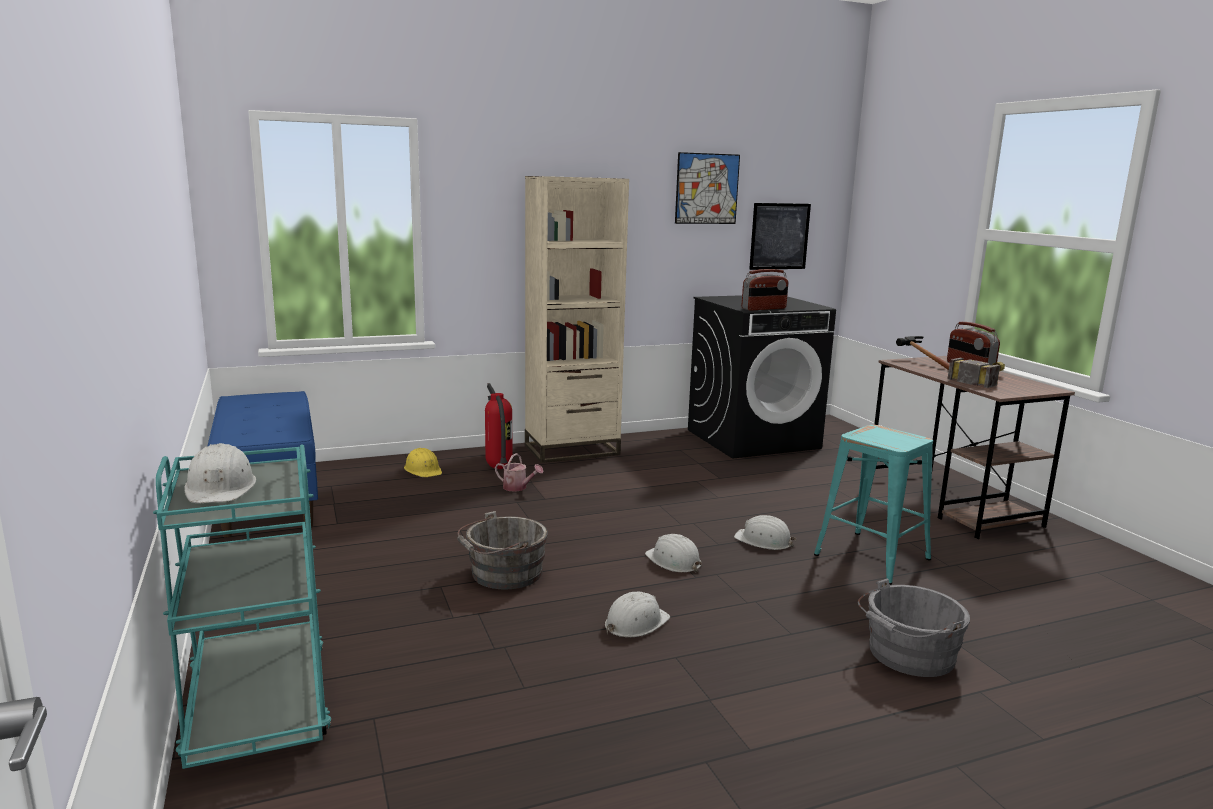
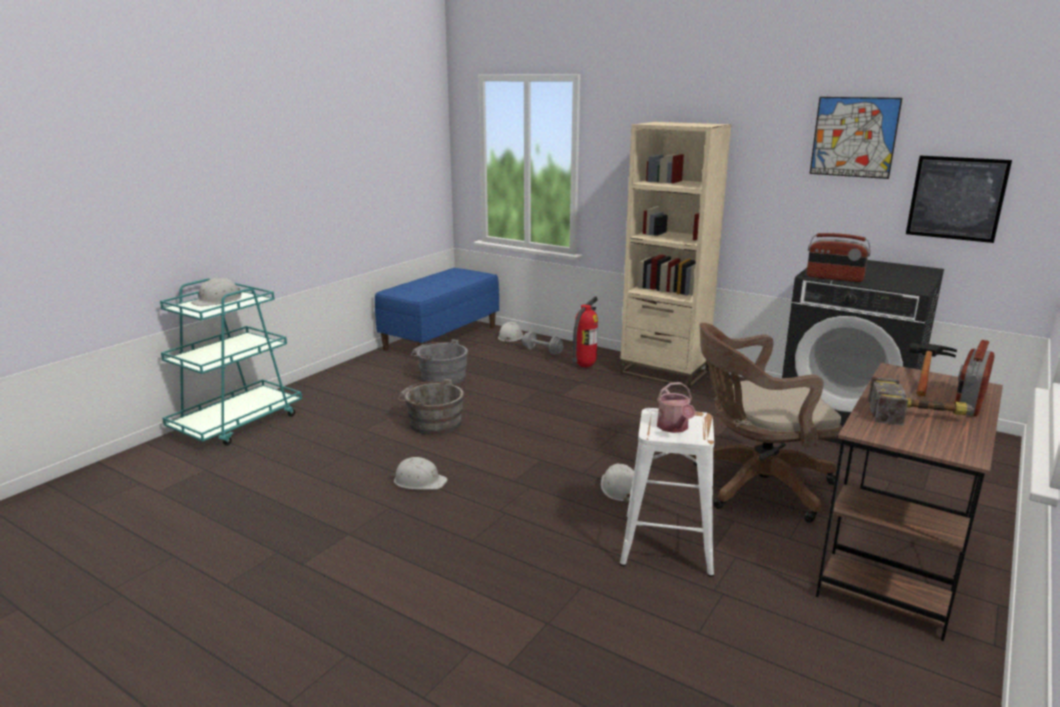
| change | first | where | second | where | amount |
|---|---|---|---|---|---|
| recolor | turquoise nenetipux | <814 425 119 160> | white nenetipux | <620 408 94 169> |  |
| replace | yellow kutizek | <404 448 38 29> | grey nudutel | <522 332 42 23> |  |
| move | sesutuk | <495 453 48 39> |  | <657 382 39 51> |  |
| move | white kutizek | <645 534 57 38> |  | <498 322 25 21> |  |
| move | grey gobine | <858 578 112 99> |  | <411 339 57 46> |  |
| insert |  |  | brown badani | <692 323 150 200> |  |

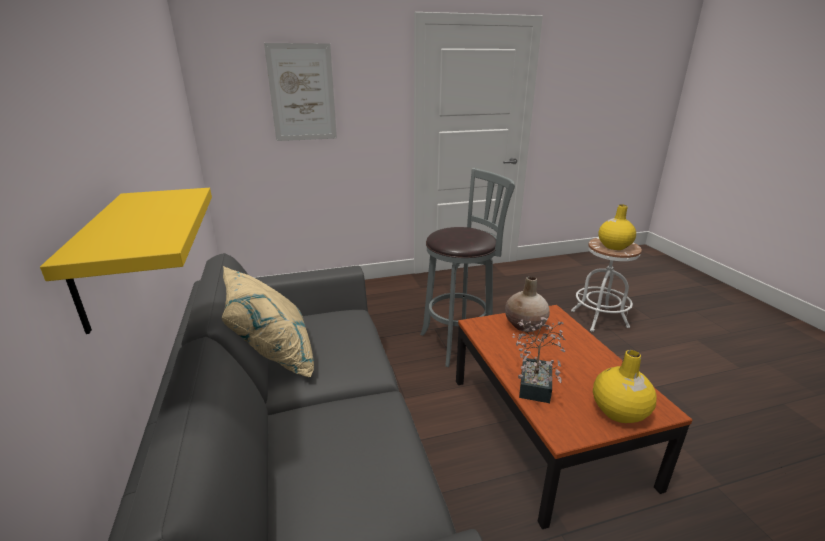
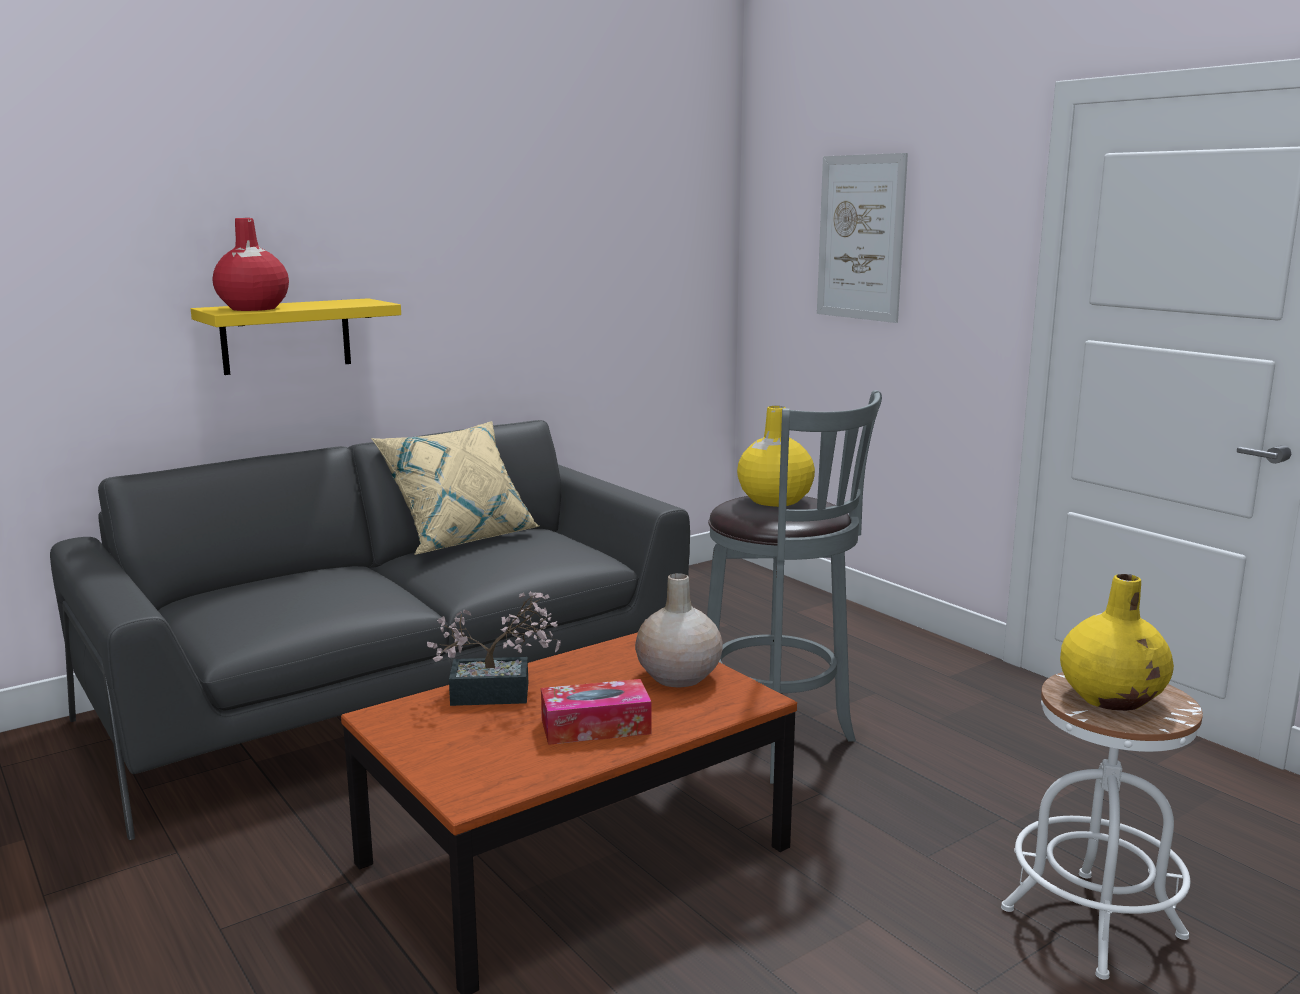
| change | first | where | second | where | amount |
|---|---|---|---|---|---|
| move | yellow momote | <593 350 64 73> |  | <737 406 78 101> |  |
| insert |  |  | red momote | <212 218 77 93> |  |
| insert |  |  | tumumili | <541 679 111 66> |  |

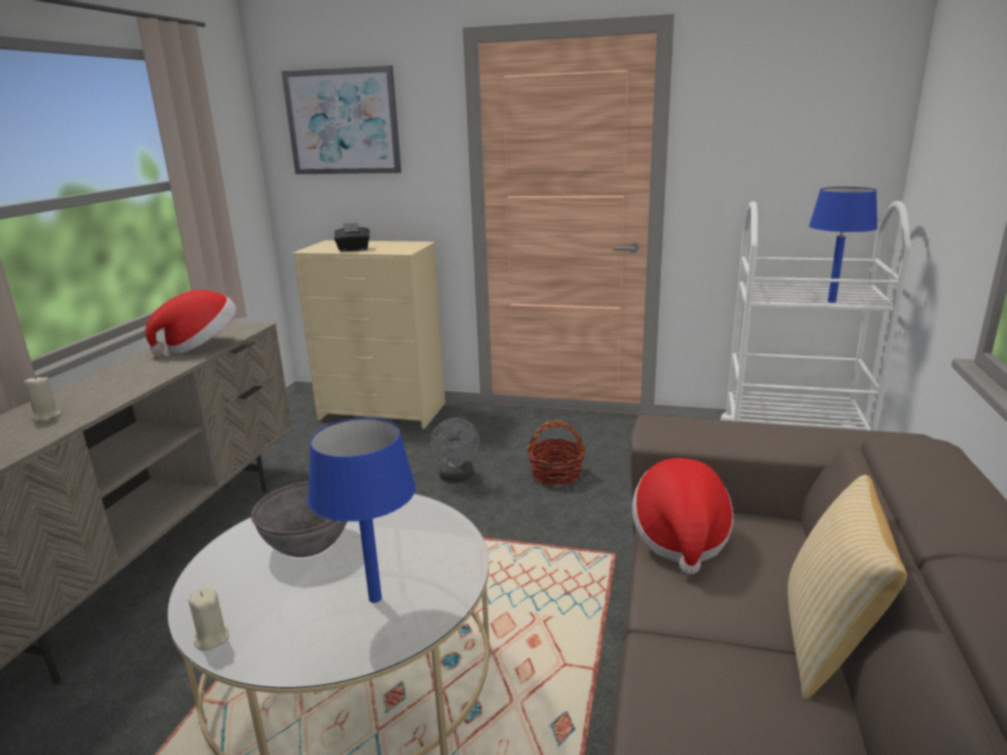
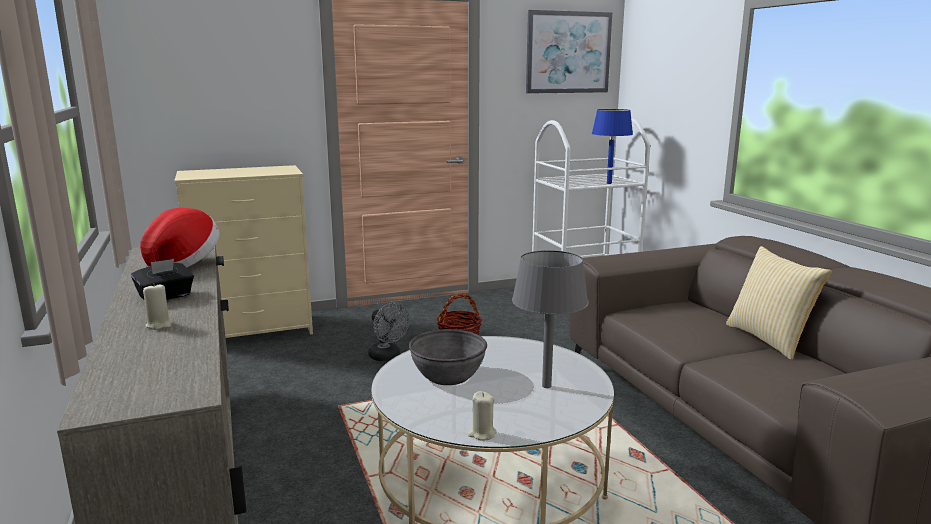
| change | first | where | second | where | amount |
|---|---|---|---|---|---|
| move | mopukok | <281 65 120 109> |  | <526 10 86 84> |  |
| move | black tumumili | <334 223 36 28> |  | <131 259 63 41> |  |
| recolor | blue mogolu | <307 418 109 185> | grey mogolu | <512 250 77 138> |  |
| delete | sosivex | <632 458 101 117> |  |  |  |

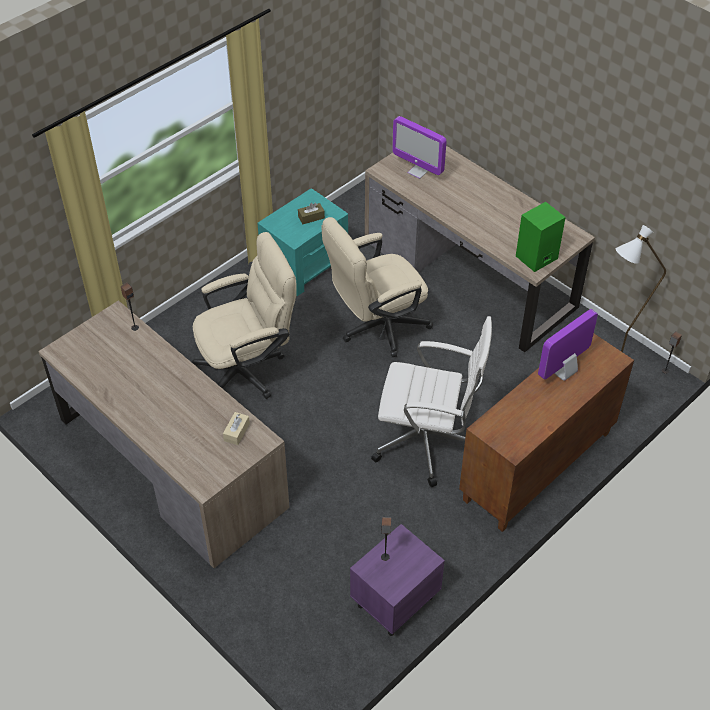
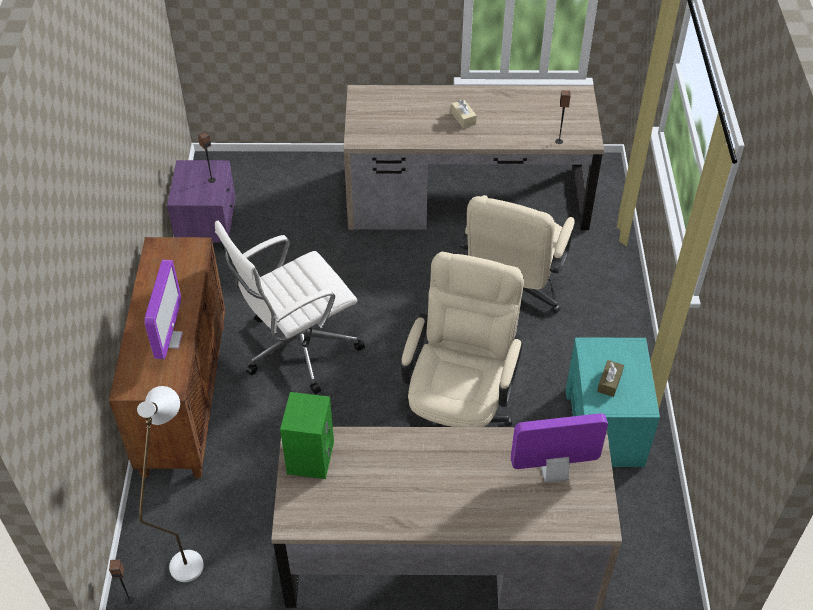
| change | first | where | second | where | amount |
|---|---|---|---|---|---|
| move | beige tumumili | <223 412 27 33> |  | <451 100 26 28> |  |

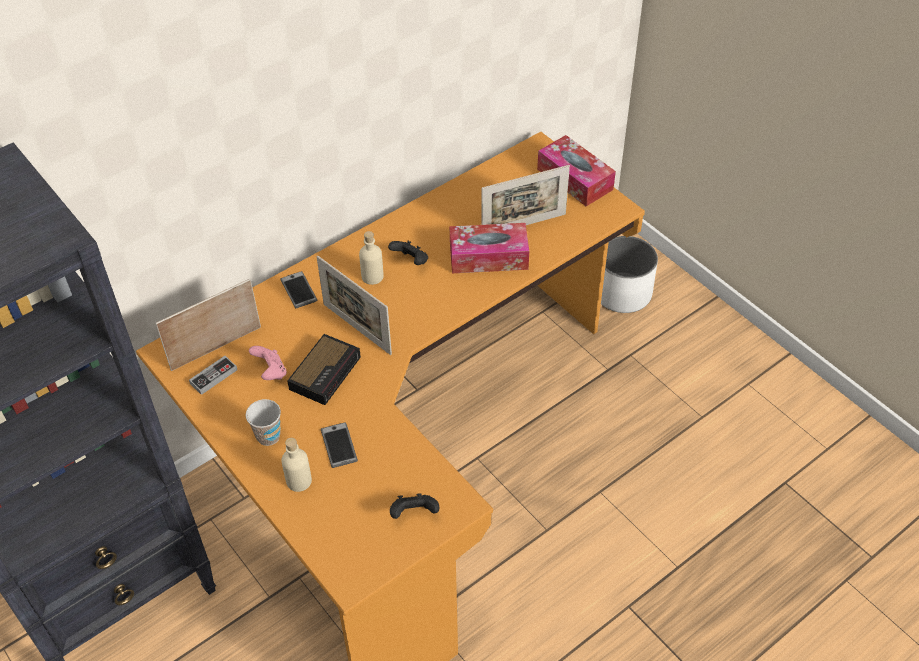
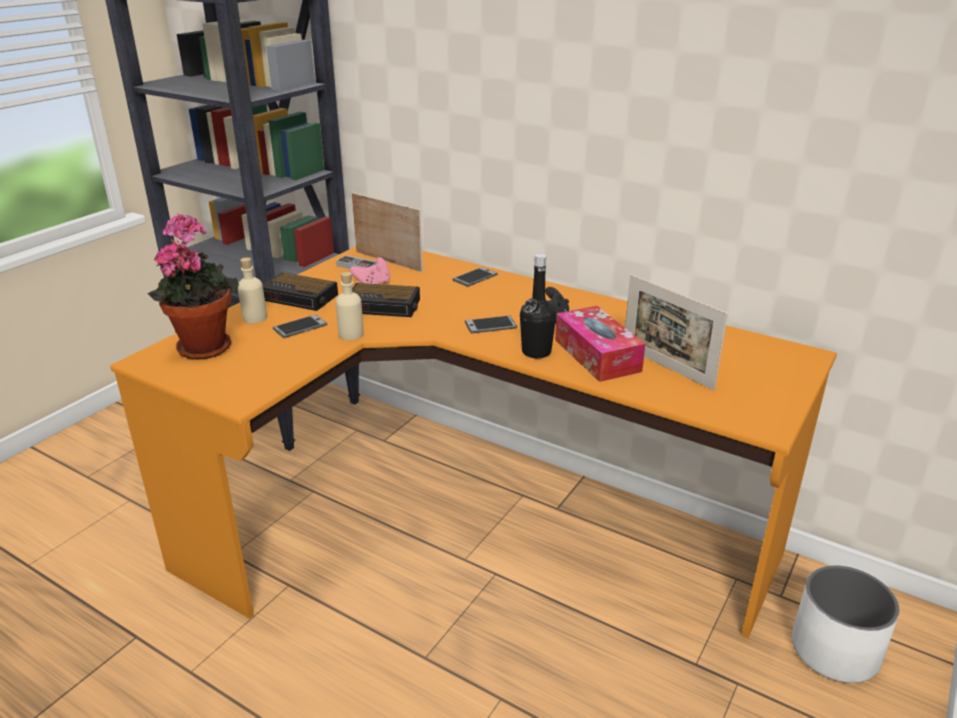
| change | first | where | second | where | amount |
|---|---|---|---|---|---|
| delete | tumumili | <537 135 79 71> |  |  |  |
| move | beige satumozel | <359 231 25 54> |  | <336 272 28 68> |  |
| delete | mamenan | <317 256 75 99> |  |  |  |
| replace | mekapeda | <246 399 35 47> | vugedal | <263 272 75 39> |  |
| delete | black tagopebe | <390 493 50 26> |  |  |  |
| insert |  |  | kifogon | <147 214 92 146> |  |
| insert |  |  | black satumozel | <520 254 36 105> |  |
| insert |  |  | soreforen | <465 315 52 19> |  |

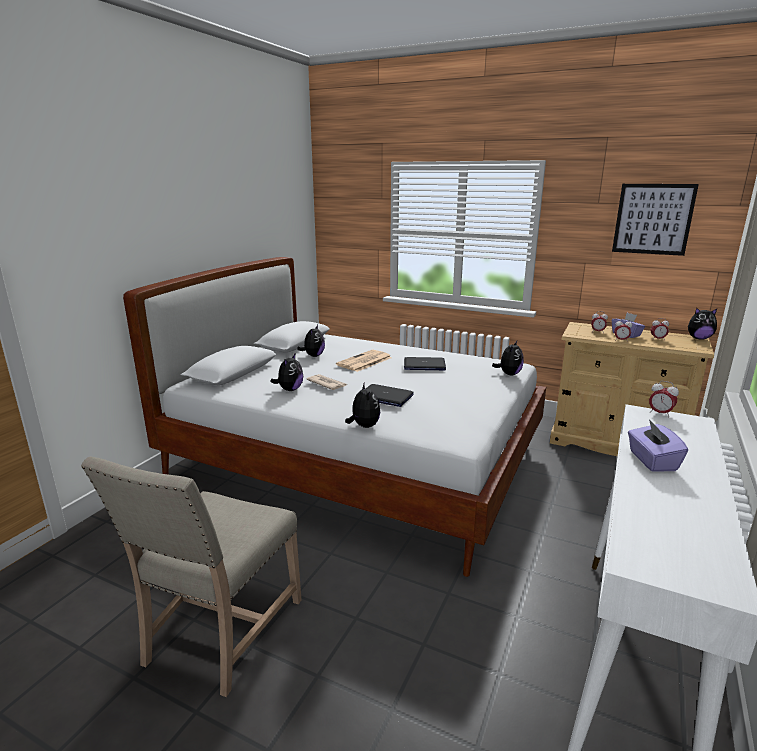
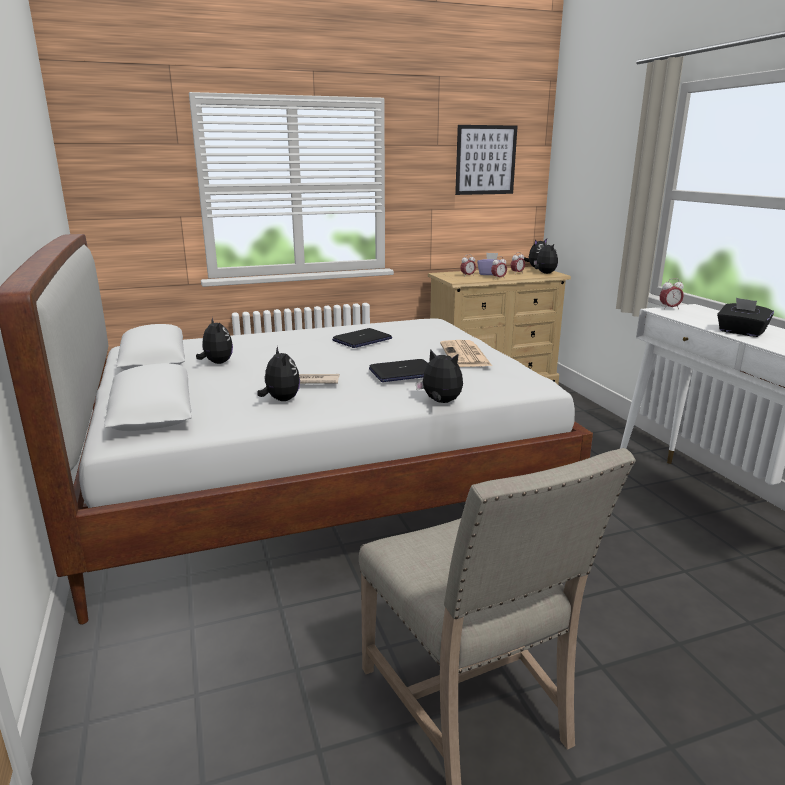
| change | first | where | second | where | amount |
|---|---|---|---|---|---|
| move | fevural | <492 341 32 34> |  | <534 242 24 32> |  |
| move | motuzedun | <336 350 56 22> |  | <440 340 52 27> |  |
| recolor | purple tumumili | <628 419 60 53> | black tumumili | <717 298 57 39> |  |

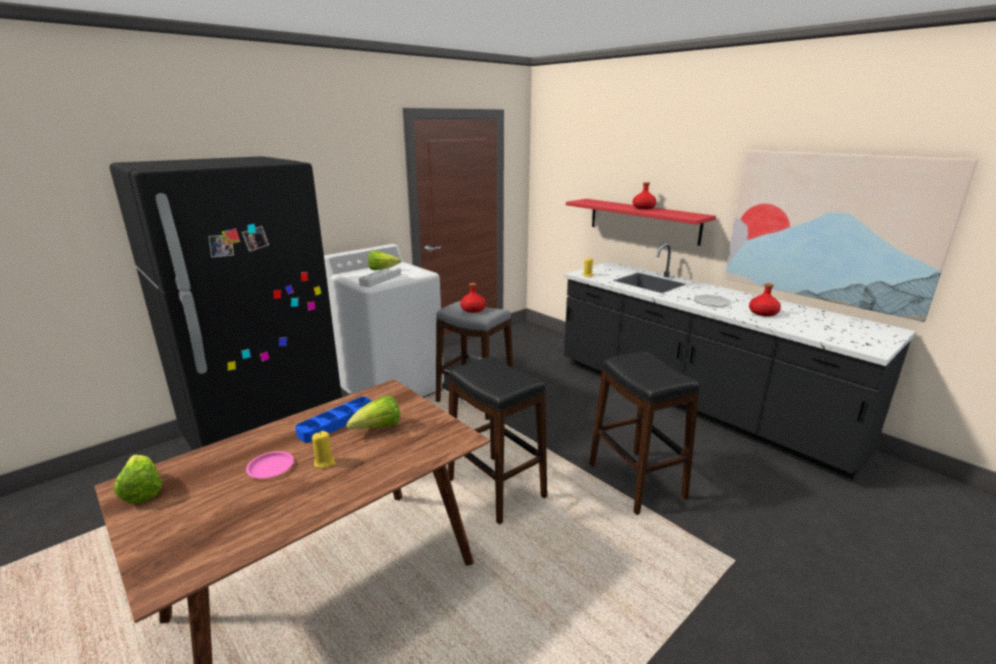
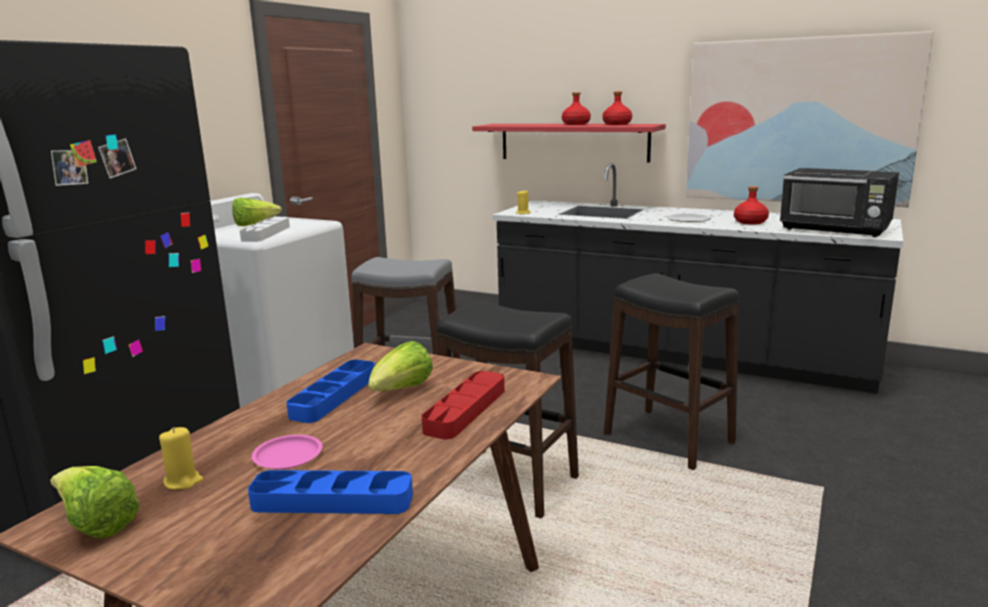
| change | first | where | second | where | amount |
|---|---|---|---|---|---|
| move | red satumozel | <460 283 26 30> |  | <602 91 30 34> |  |
| move | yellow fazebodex | <312 431 24 38> |  | <159 427 44 63> |  |
| insert |  |  | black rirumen | <780 168 119 69> |  |
| insert |  |  | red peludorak | <422 371 83 68> |  |
| insert |  |  | blue peludorak | <248 470 165 44> |  |

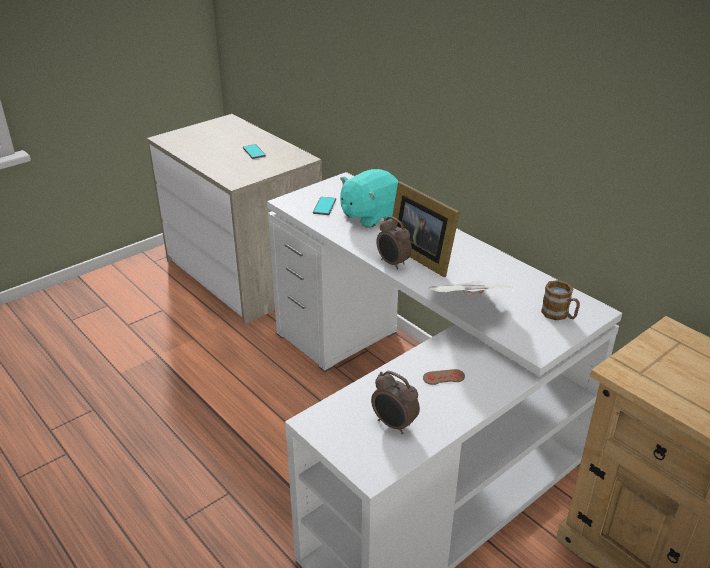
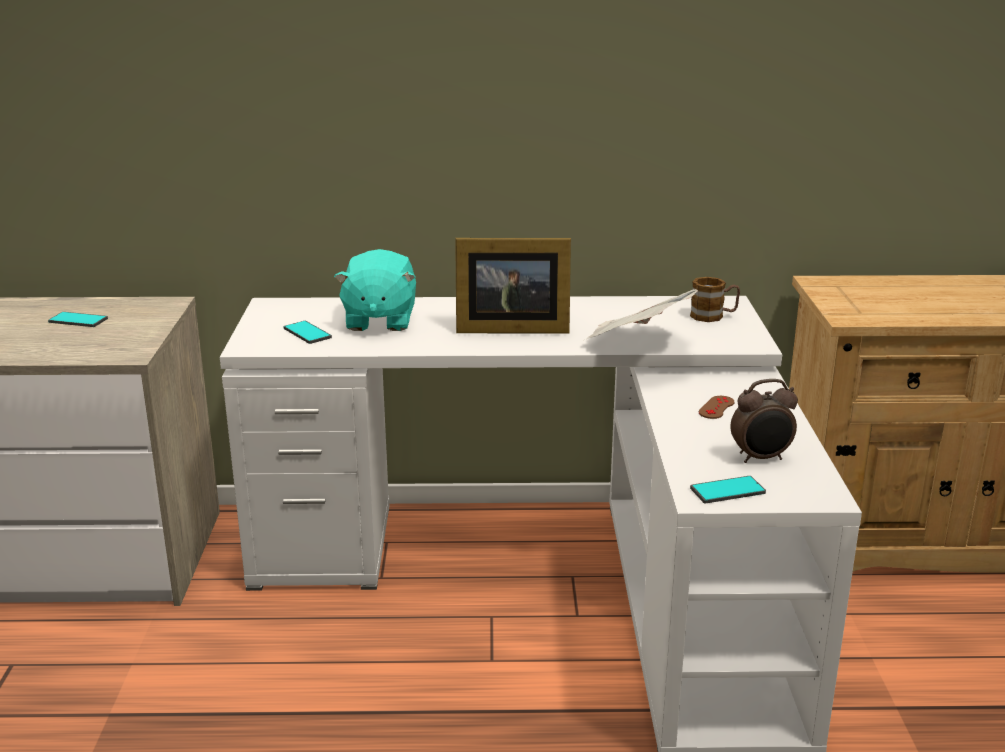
| change | first | where | second | where | amount |
|---|---|---|---|---|---|
| delete | vugedal | <376 216 36 54> |  |  |  |
| insert |  |  | soreforen | <690 476 76 28> |  |

